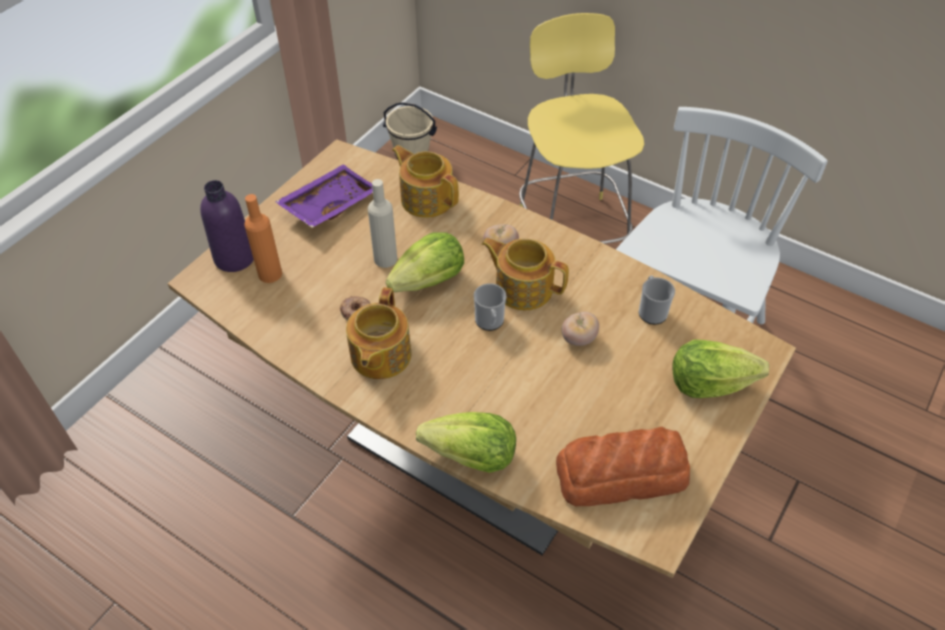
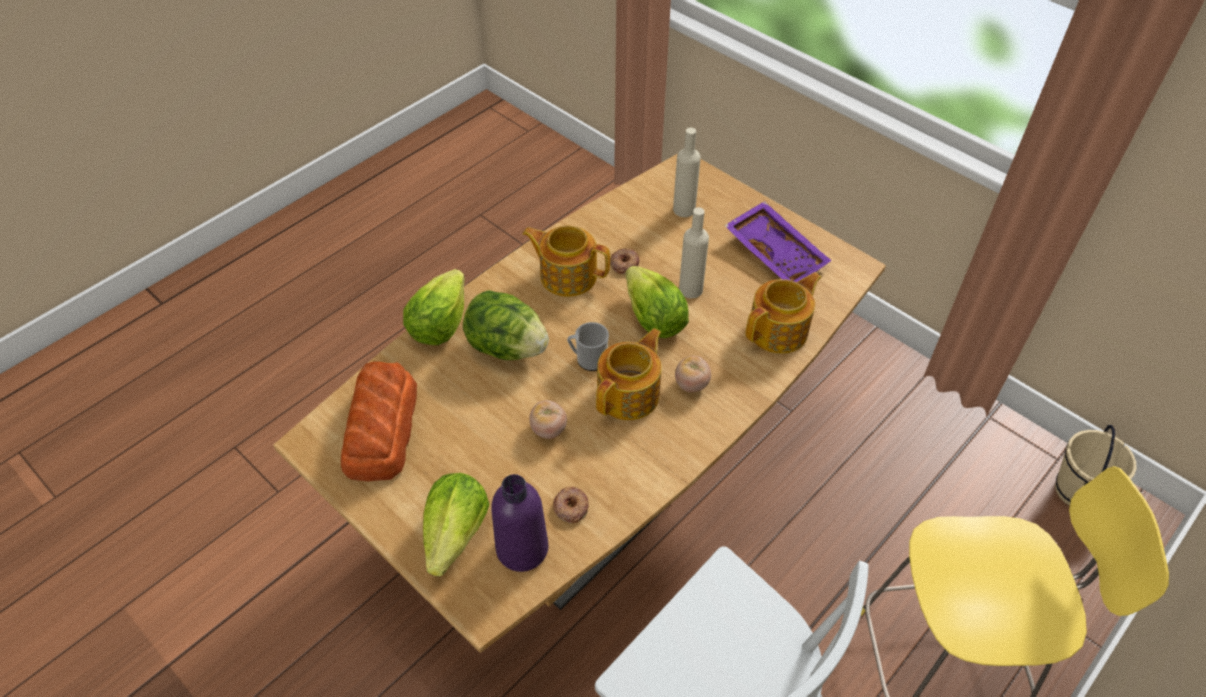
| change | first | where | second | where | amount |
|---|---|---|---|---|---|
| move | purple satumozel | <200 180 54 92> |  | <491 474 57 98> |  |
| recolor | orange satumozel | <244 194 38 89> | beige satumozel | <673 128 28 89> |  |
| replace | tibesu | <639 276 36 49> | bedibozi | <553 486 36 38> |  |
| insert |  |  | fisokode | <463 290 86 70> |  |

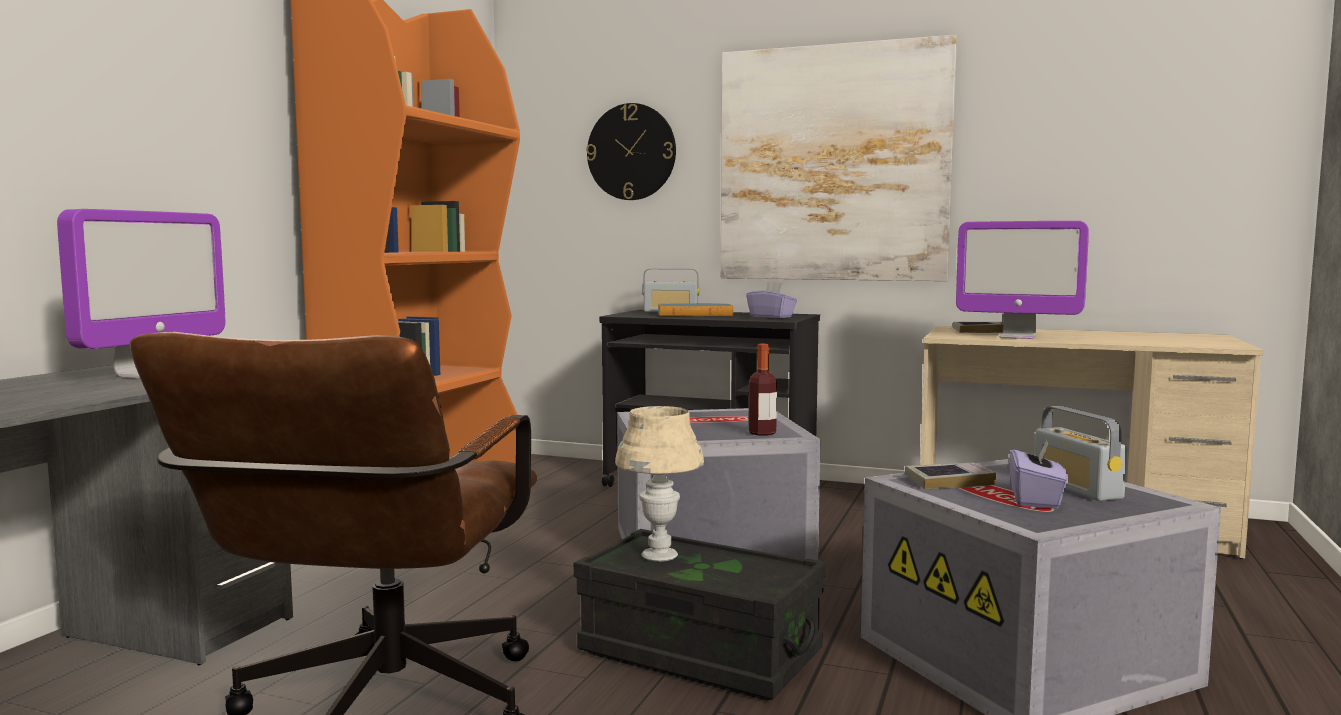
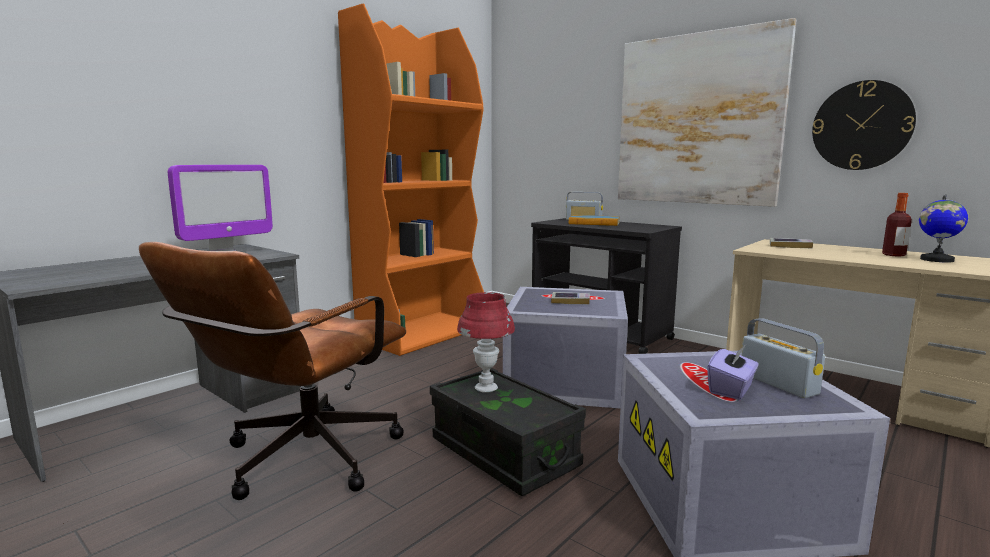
| change | first | where | second | where | amount |
|---|---|---|---|---|---|
| move | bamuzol | <586 103 90 97> |  | <812 80 104 90> |  |
| delete | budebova | <956 221 133 118> |  |  |  |
| delete | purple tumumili | <746 282 51 36> |  |  |  |
| move | satumozel | <748 344 29 92> |  | <882 193 30 64> |  |
| recolor | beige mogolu | <615 406 89 156> | red mogolu | <457 292 58 101> |  |
| rotate | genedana | <1035 406 92 95> |  | <741 318 84 80> | 150 degrees clockwise |
| move | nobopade | <905 462 91 27> |  | <551 292 39 12> |  |
| insert |  |  | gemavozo | <919 194 49 69> |  |

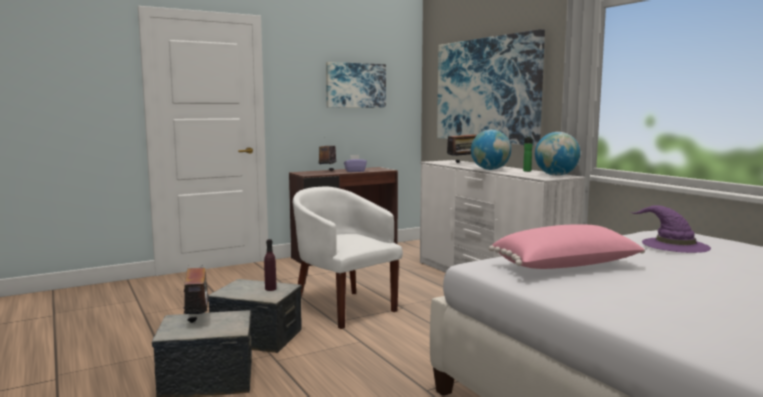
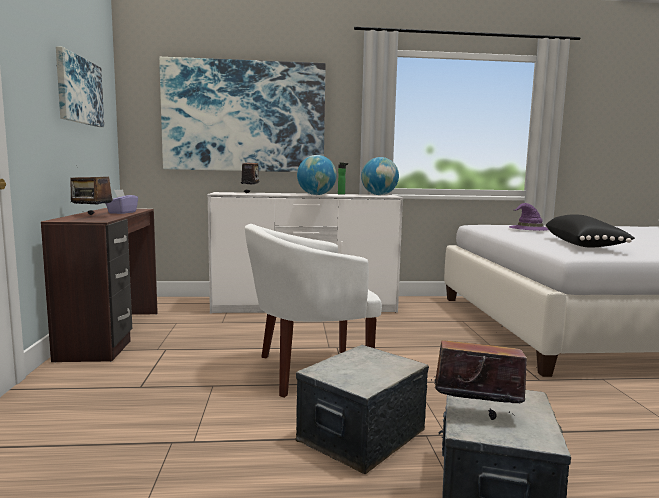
| change | first | where | second | where | amount |
|---|---|---|---|---|---|
| recolor | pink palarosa | <489 225 156 44> | black palarosa | <545 214 90 34> |  |
| delete | purple satumozel | <264 239 13 52> |  |  |  |

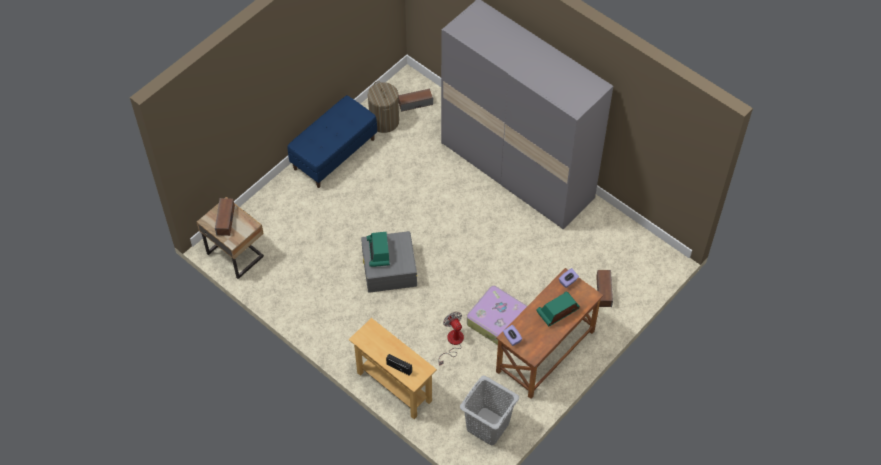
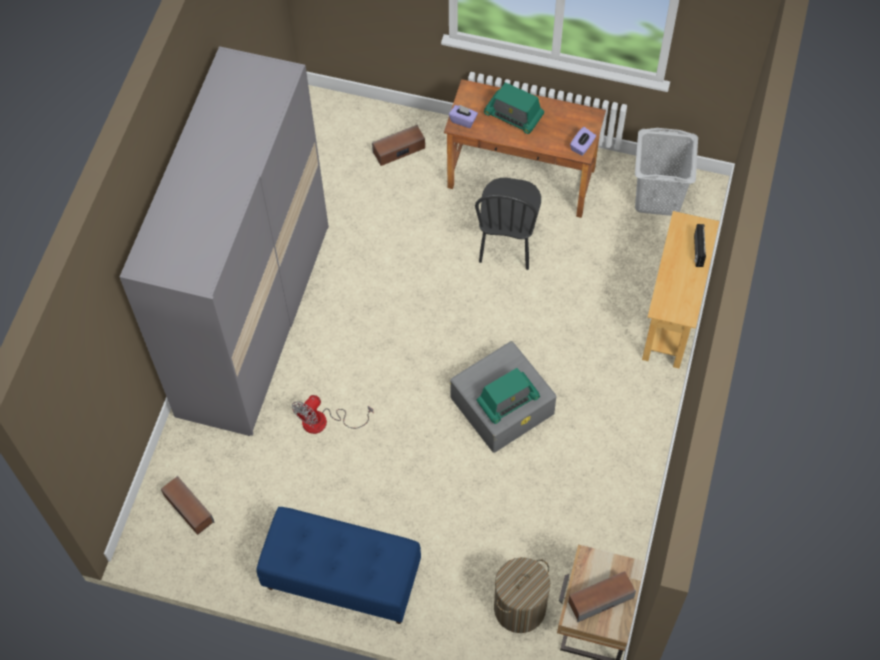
| change | first | where | second | where | amount |
|---|---|---|---|---|---|
| move | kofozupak | <368 81 31 52> |  | <494 557 56 76> |  |
| replace | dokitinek | <467 286 60 59> | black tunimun | <475 178 66 92> |  |
| move | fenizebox | <438 312 26 54> |  | <292 395 81 39> |  |

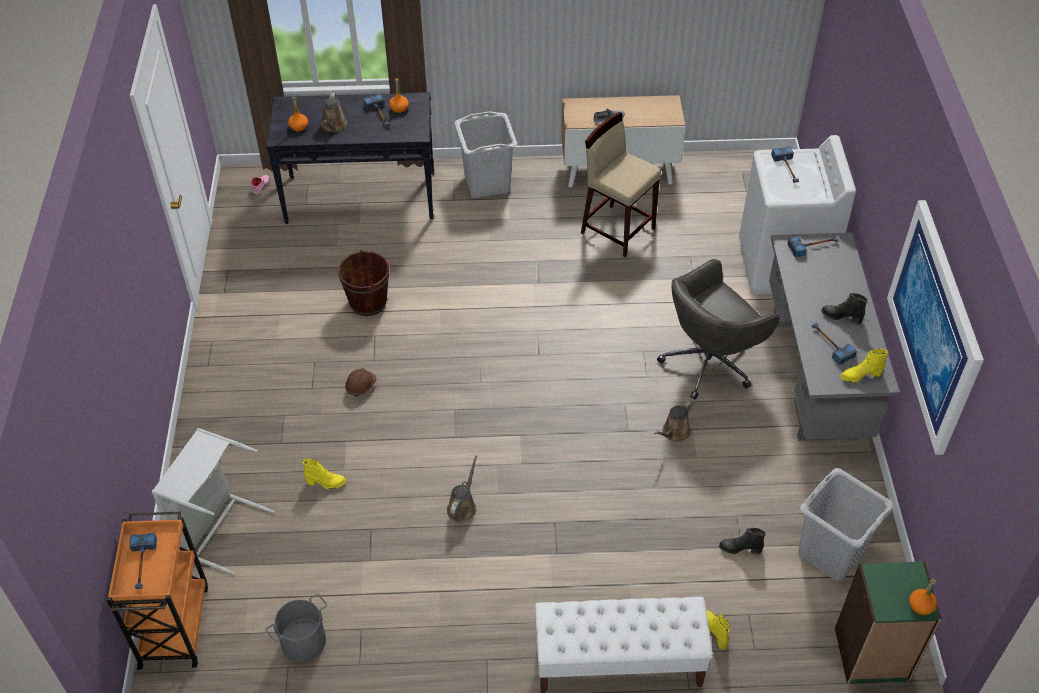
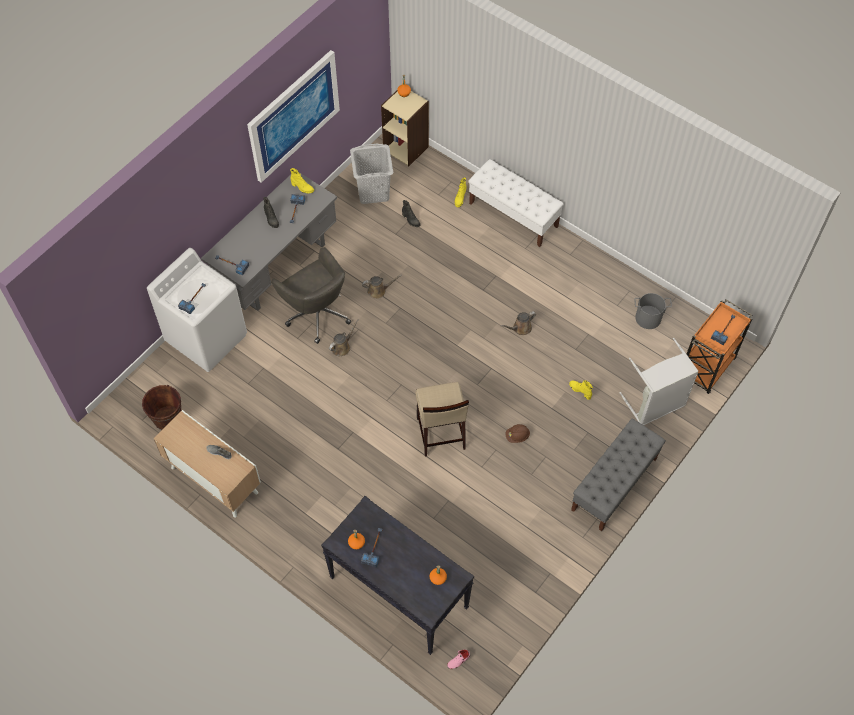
| change | first | where | second | where | amount |
|---|---|---|---|---|---|
| move | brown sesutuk | <321 93 26 39> |  | <329 319 30 37> |  |
| delete | grey kofozupak | <454 111 63 87> |  |  |  |
| move | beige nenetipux | <581 112 80 145> |  | <415 382 54 74> |  |
| move | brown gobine | <338 250 51 66> |  | <142 385 39 45> |  |
| rotate | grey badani | <657 259 122 141> |  | <271 247 80 97> | 45 degrees clockwise |
| recolor | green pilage | <835 561 106 123> | beige pilage | <381 91 48 75> |  |
| insert |  |  | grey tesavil | <571 419 95 112> |  |

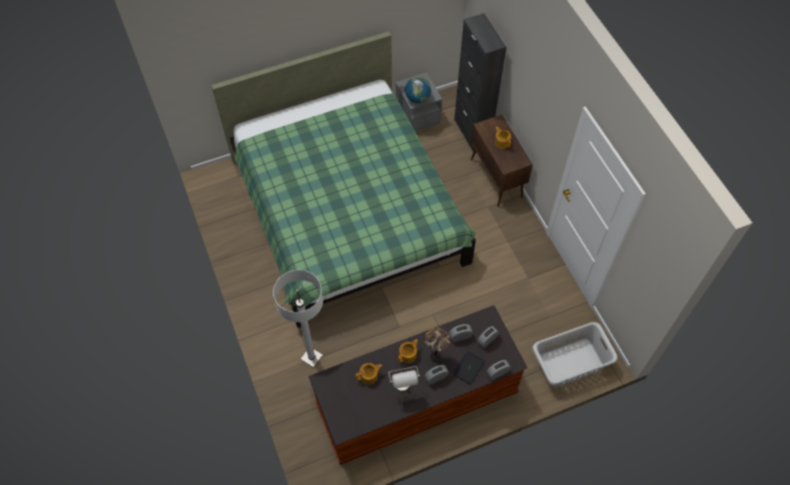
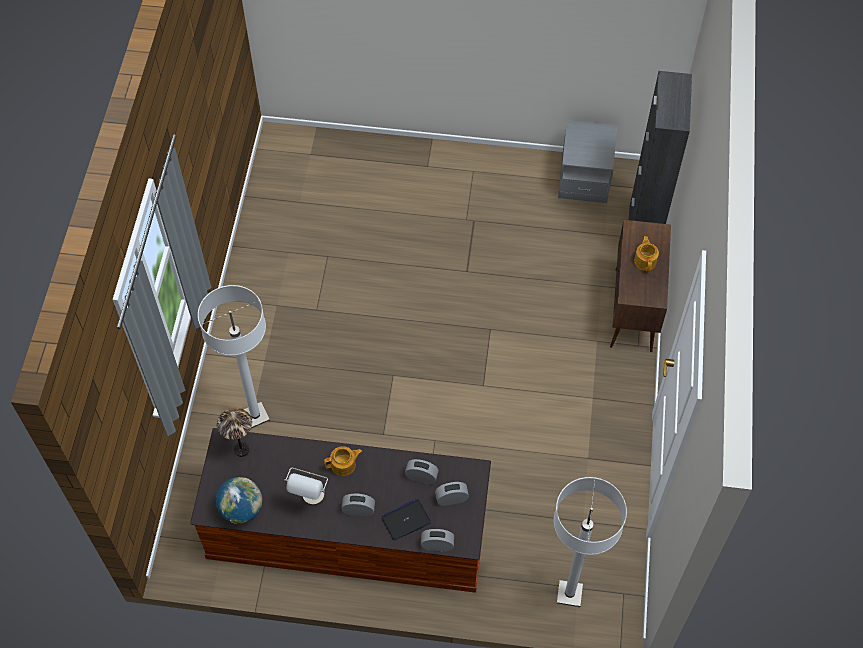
| change | first | where | second | where | amount |
|---|---|---|---|---|---|
| delete | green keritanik | <211 31 265 297> |  |  |  |
| move | gemavozo | <405 76 26 27> |  | <216 477 46 47> |  |
| replace | grey kofozupak | <532 322 86 65> | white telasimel | <554 477 73 130> |  |
| move | mogolu | <424 328 26 34> |  | <217 408 35 49> |  |
| delete | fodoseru | <356 363 26 22> |  |  |  |

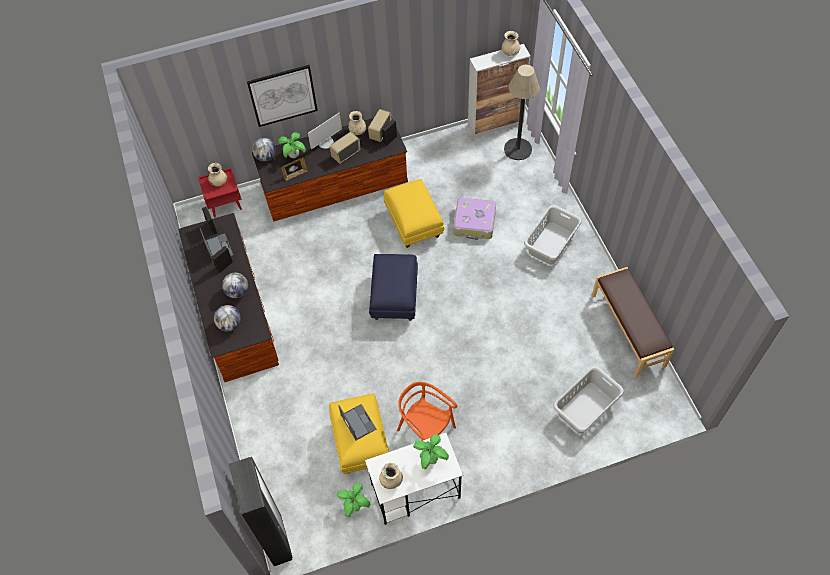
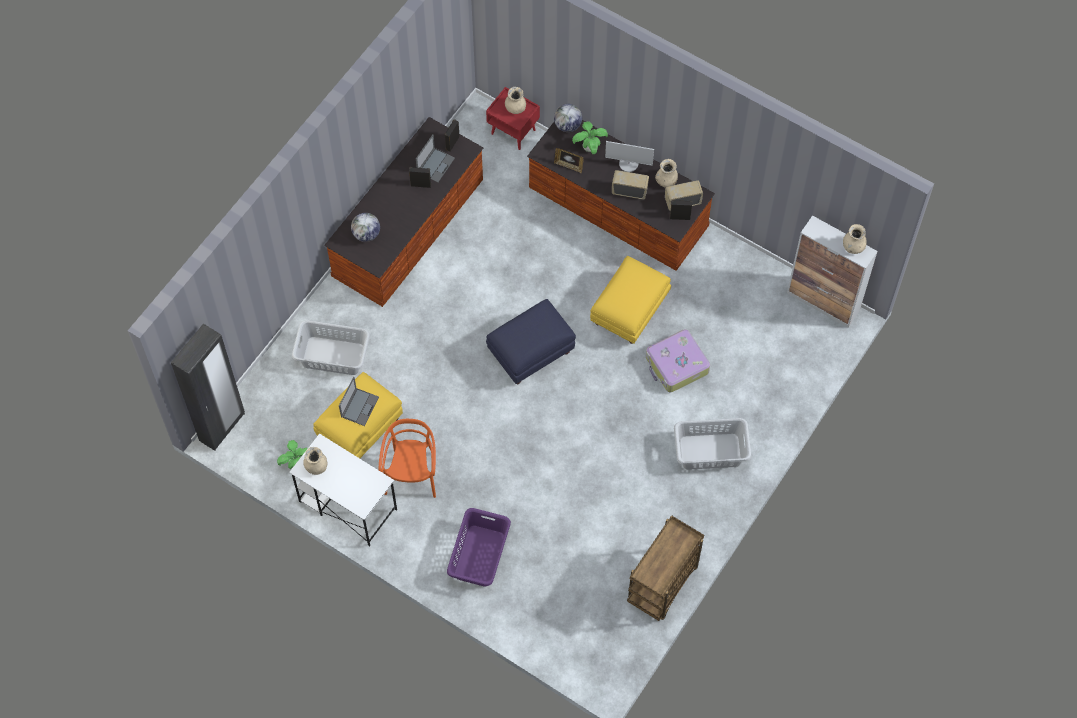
| change | first | where | second | where | amount |
|---|---|---|---|---|---|
| delete | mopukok | <247 65 71 62> |  |  |  |
| delete | telasimel | <504 65 36 95> |  |  |  |
| replace | brown tesavil | <592 267 82 111> | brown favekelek | <627 515 77 106> |  |
| delete | gemavozo | <222 273 26 25> |  |  |  |
| move | grey kofozupak | <553 367 71 66> |  | <292 320 78 55> |  |
| delete | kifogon | <413 434 36 35> |  |  |  |
| insert |  |  | purple kofozupak | <447 508 64 79> |  |

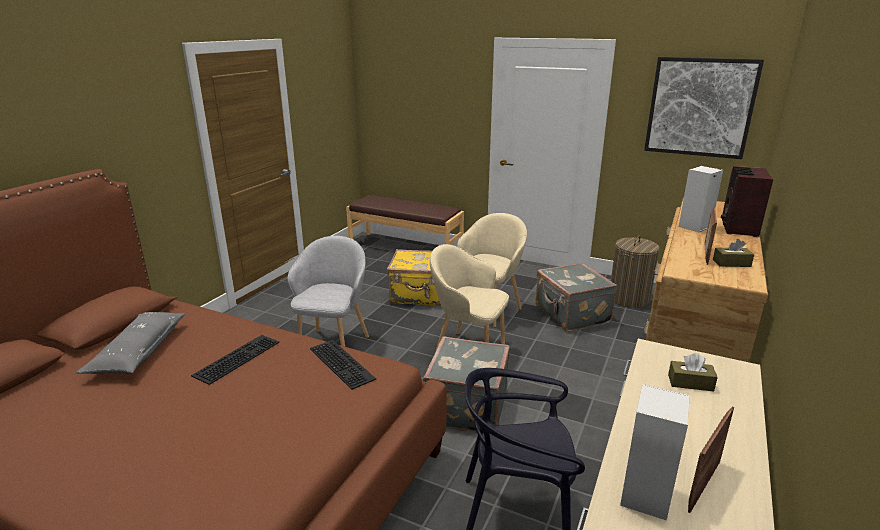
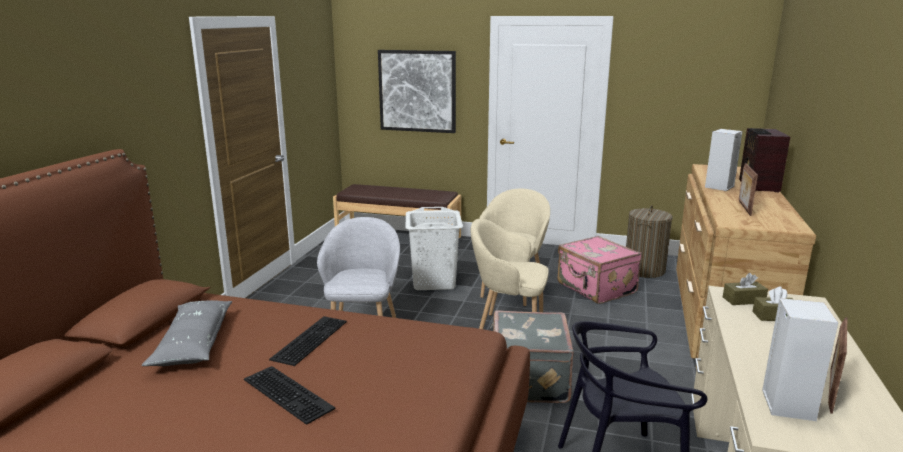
| change | first | where | second | where | amount |
|---|---|---|---|---|---|
| move | mopukok | <644 57 120 102> |  | <378 50 78 83> |  |
| move | brown tumumili | <713 239 41 28> |  | <723 273 45 32> |  |
| replace | yellow dokitinek | <387 249 54 57> | white kofozupak | <406 207 57 83> |  |
| recolor | grey dokitinek | <536 263 81 69> | pink dokitinek | <558 236 84 68> |  |
| move | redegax | <310 340 66 50> |  | <244 366 91 59> |  |

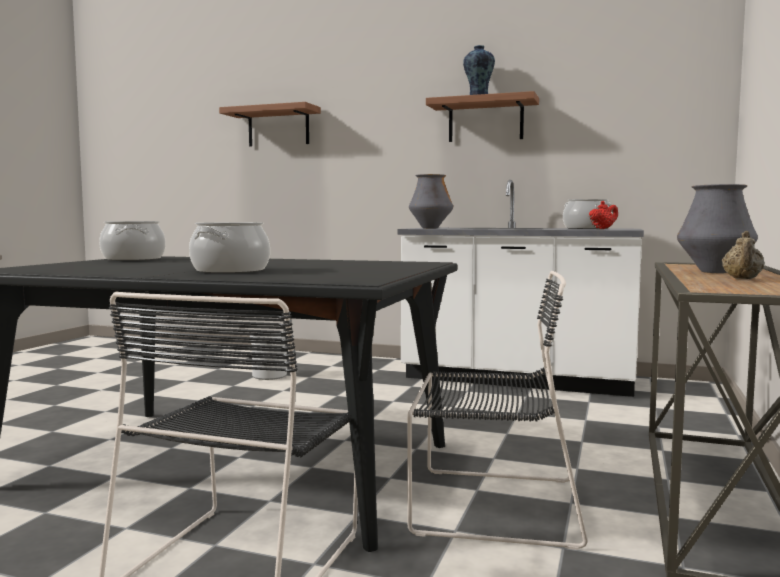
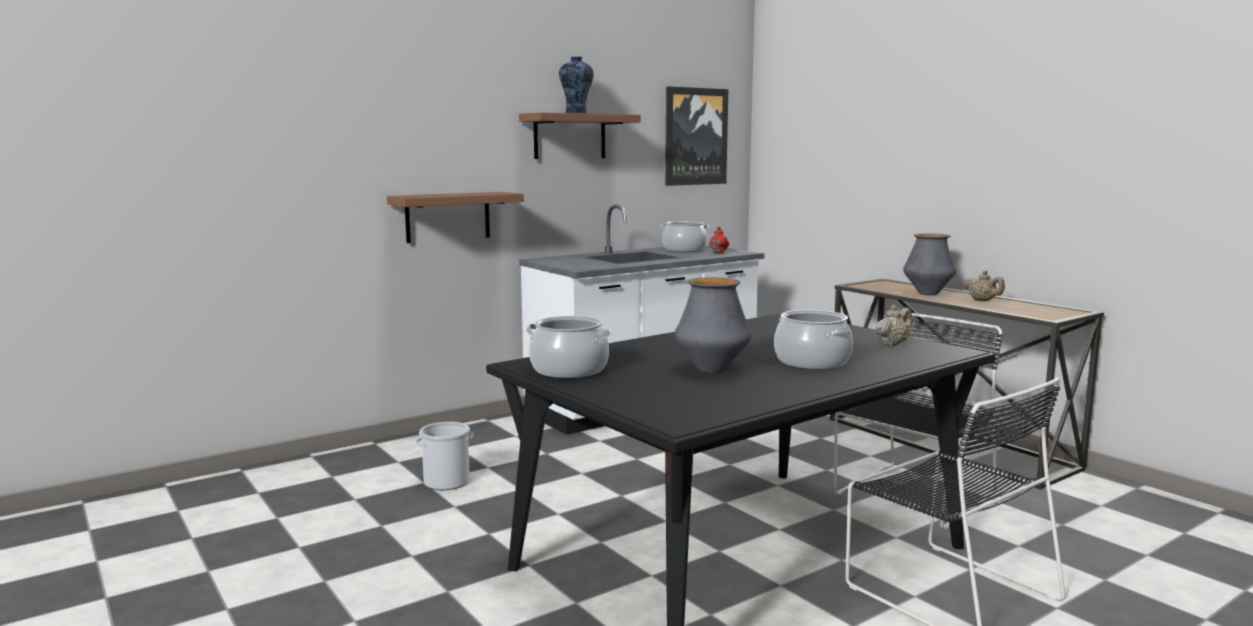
| change | first | where | second | where | amount |
|---|---|---|---|---|---|
| move | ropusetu | <219 102 102 44> |  | <387 192 137 51> |  |
| move | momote | <409 174 44 55> |  | <675 277 77 97> |  |
| insert |  |  | mopukok | <665 86 63 100> |  |
| insert |  |  | beige fodoseru | <876 305 36 41> |  |

